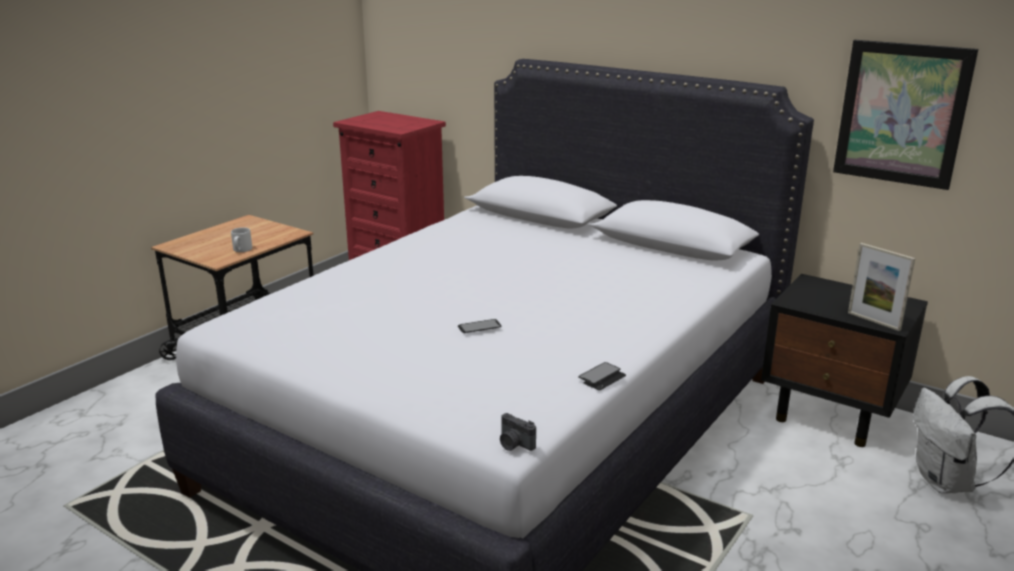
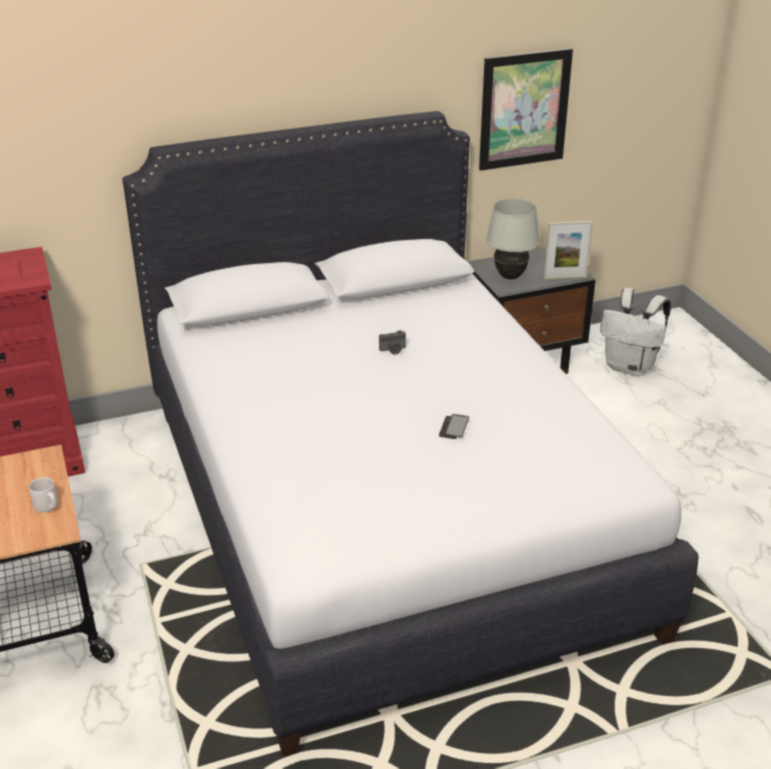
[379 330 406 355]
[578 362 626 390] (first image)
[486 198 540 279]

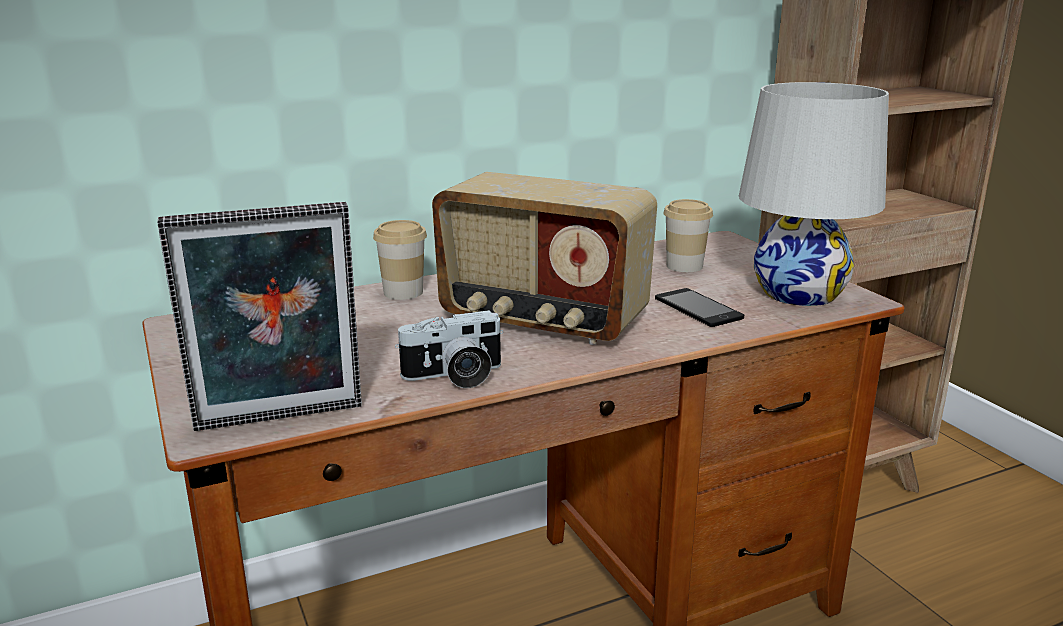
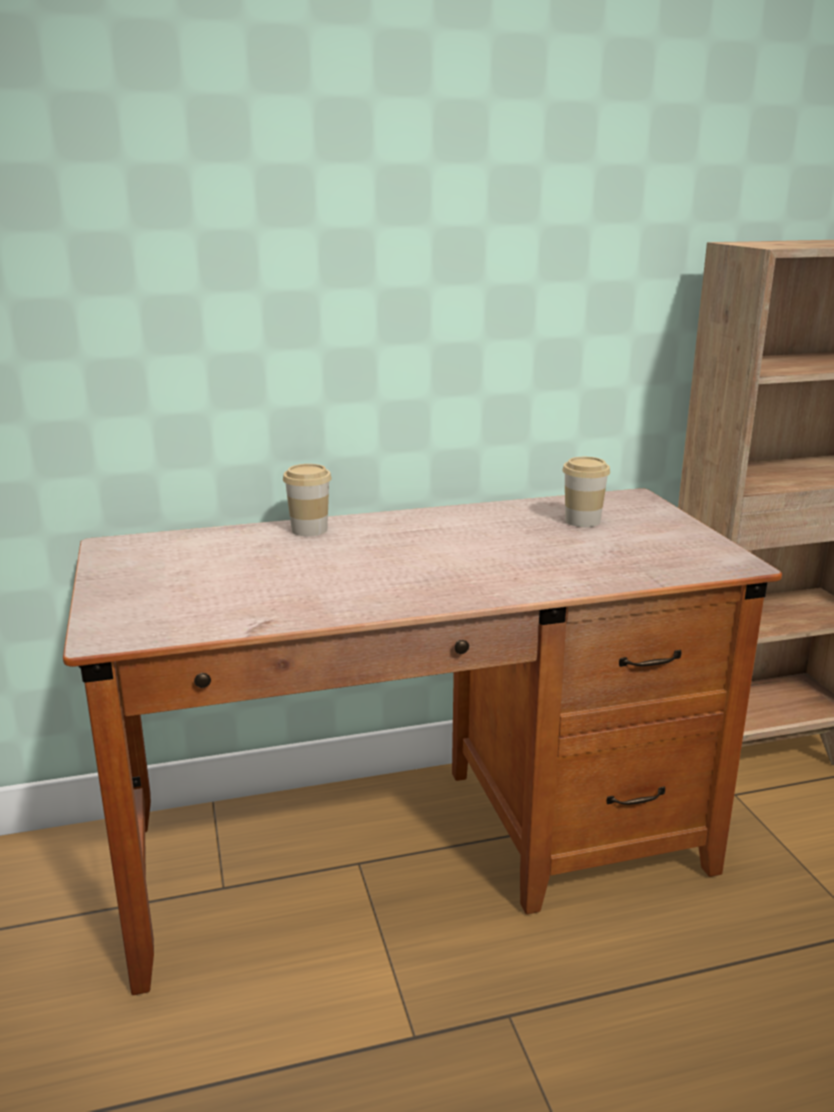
[157 202 362 431] (first image)
[395 310 503 388] (first image)
[432 172 657 345] (first image)
[655 288 744 327] (first image)
[739 82 889 306] (first image)

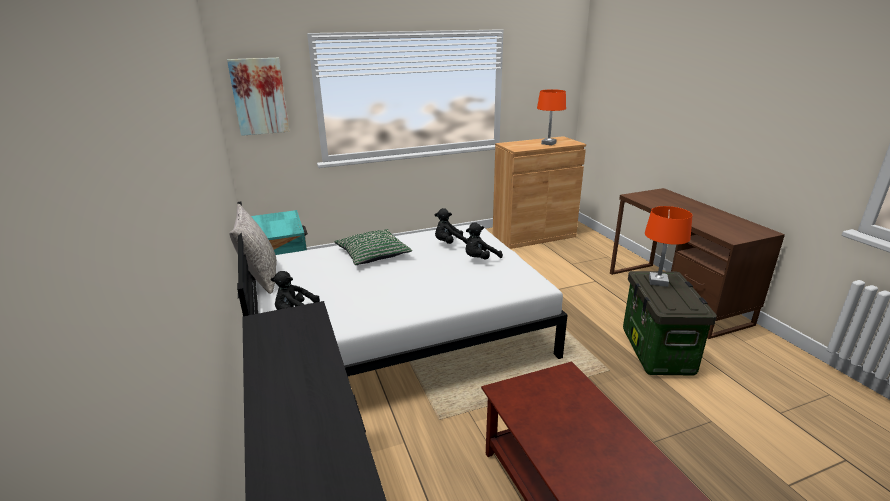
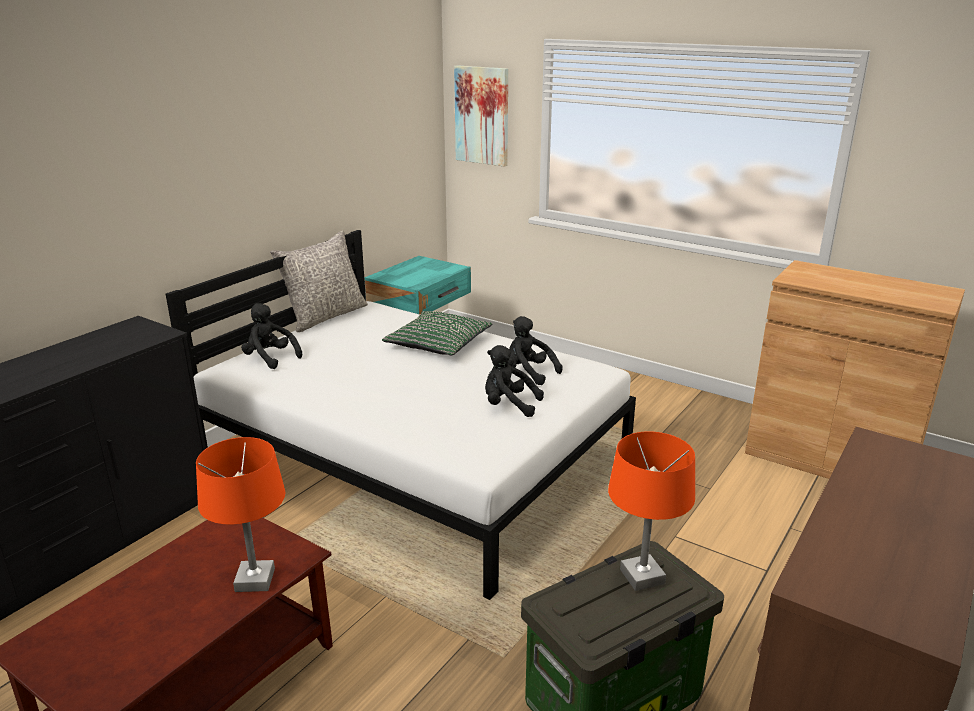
[196 437 286 592]

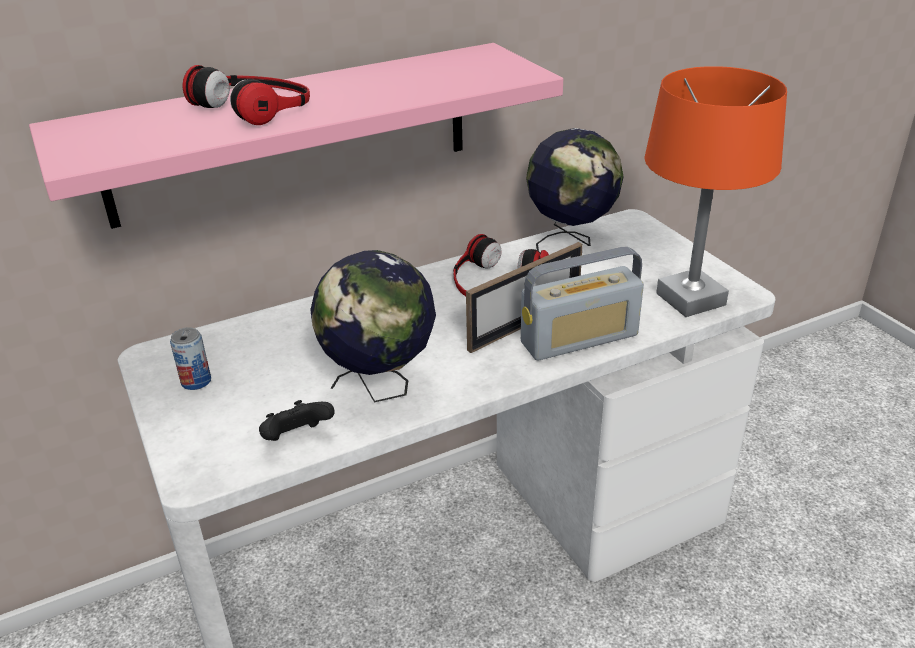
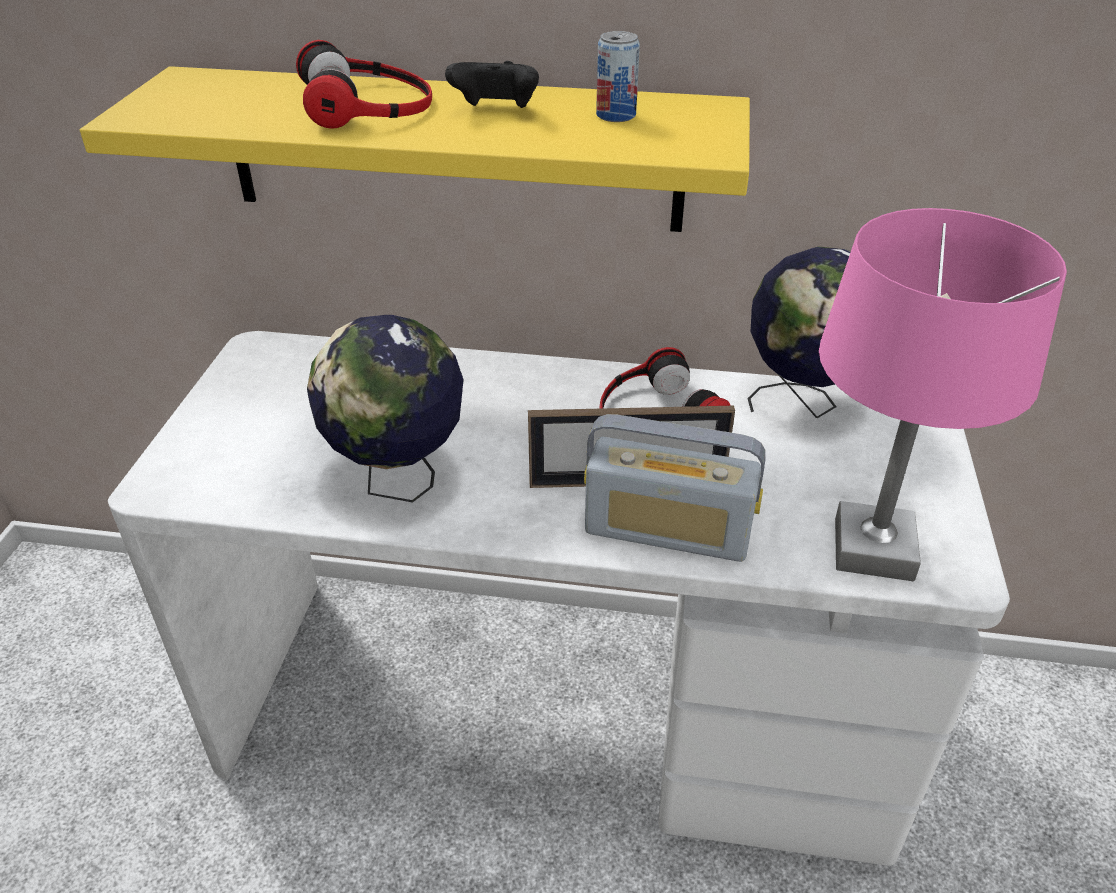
[80 66 750 232]
[596 31 640 122]
[445 61 539 108]
[819 208 1067 581]

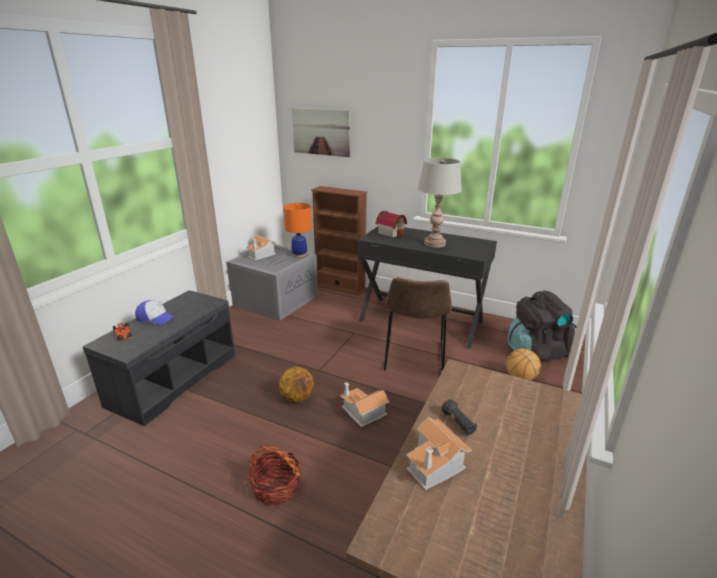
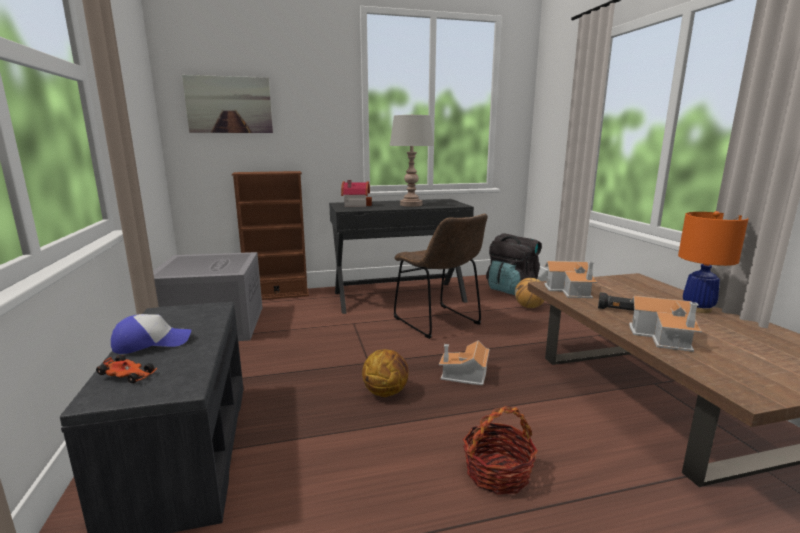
[544 261 597 298]
[678 211 748 313]

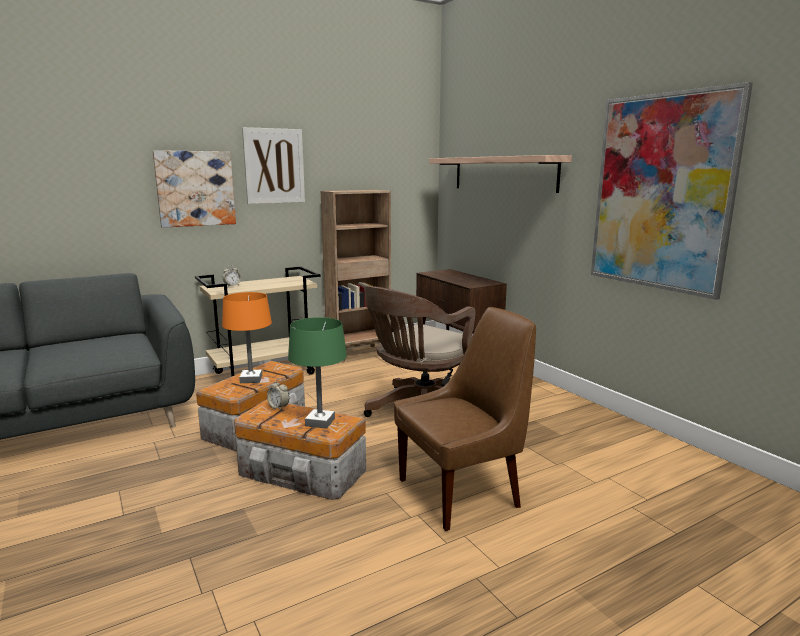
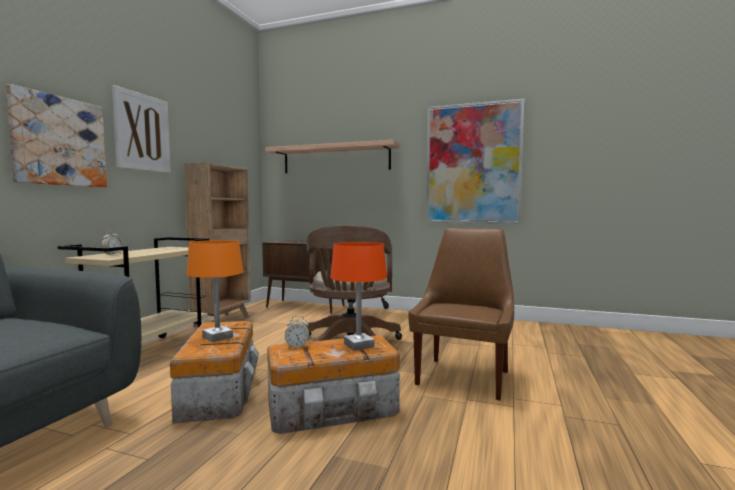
[330 242 387 351]

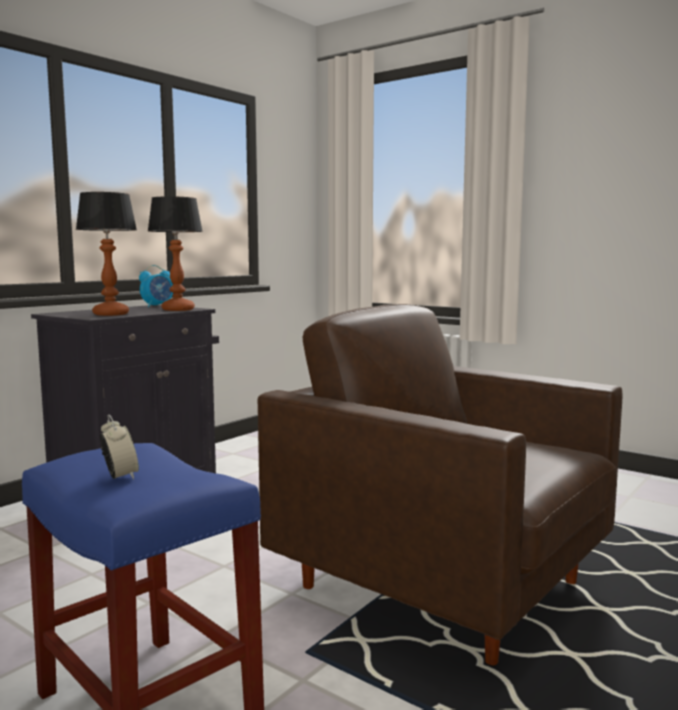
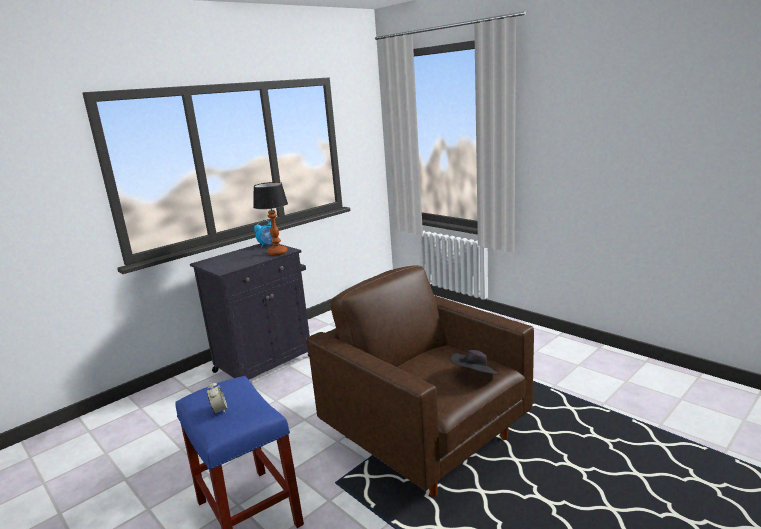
[76 192 137 316] (first image)
[450 350 500 375]

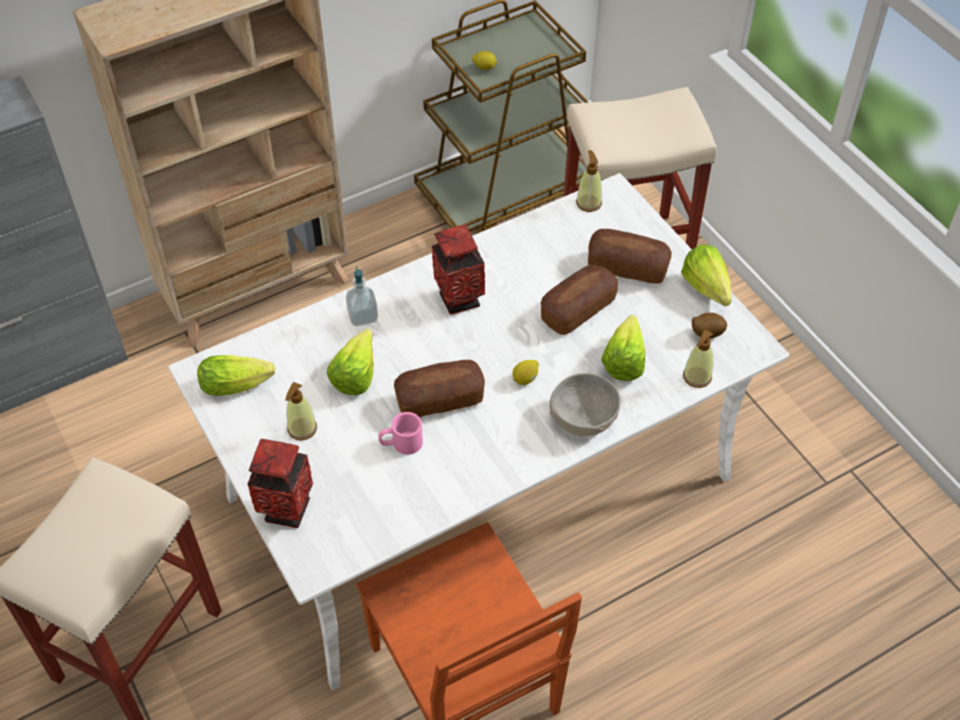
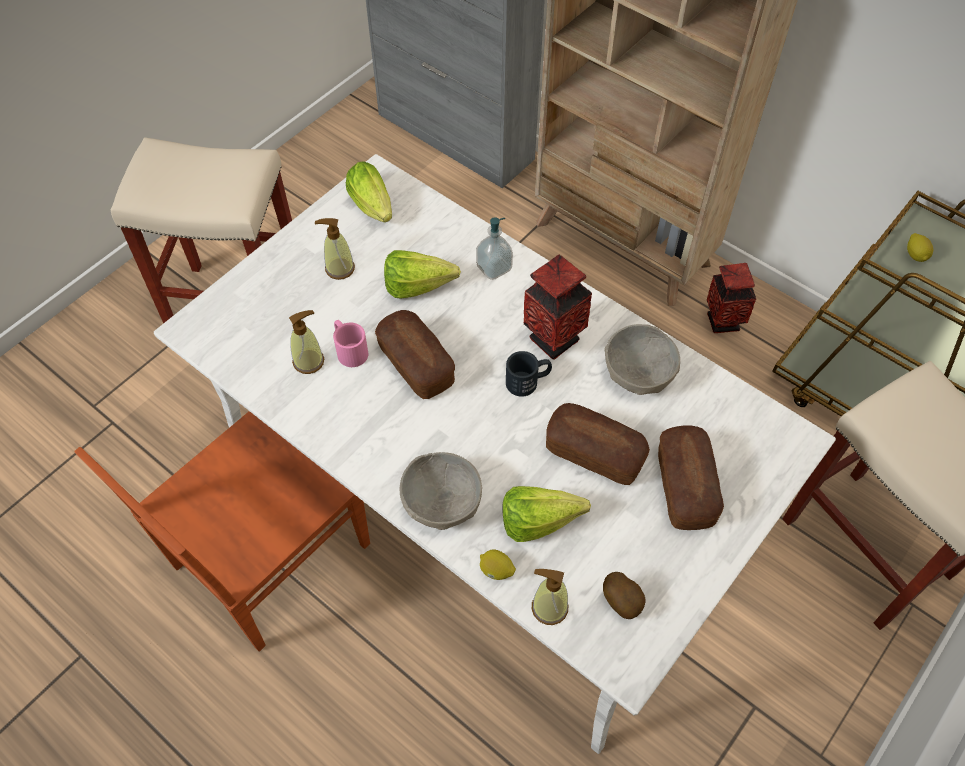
[707 263 756 333]
[480 550 516 580]
[289 310 324 374]
[681 245 732 306] (first image)
[506 351 552 397]
[604 324 680 395]

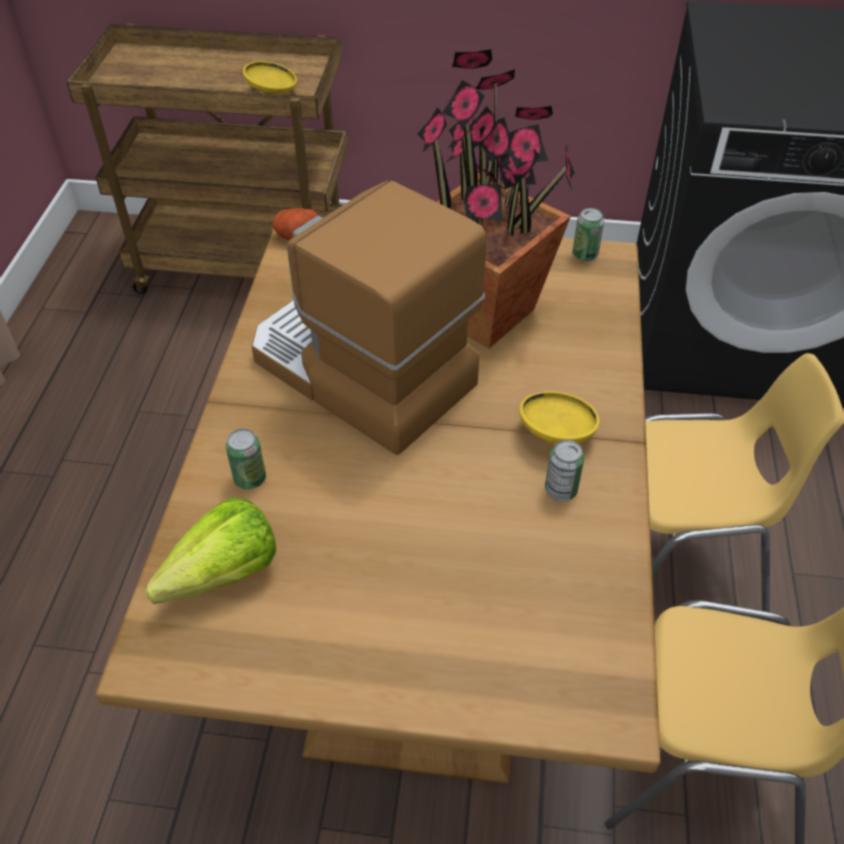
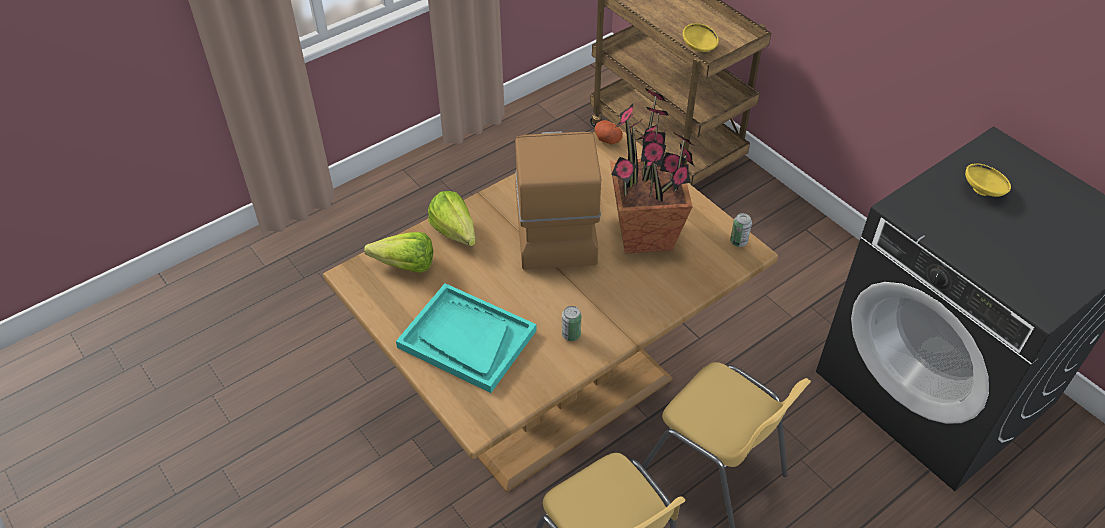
[428 191 476 246]
[965 163 1011 197]
[396 283 537 393]

